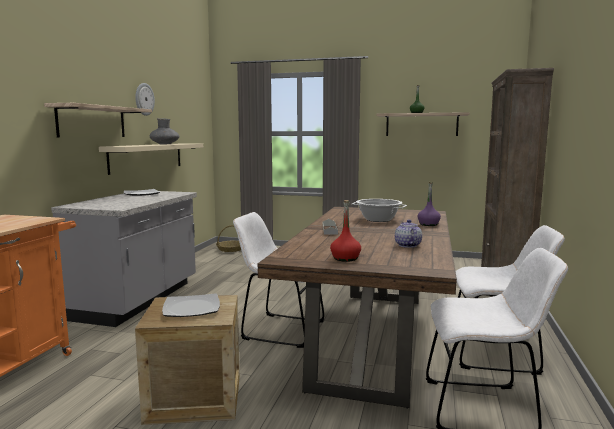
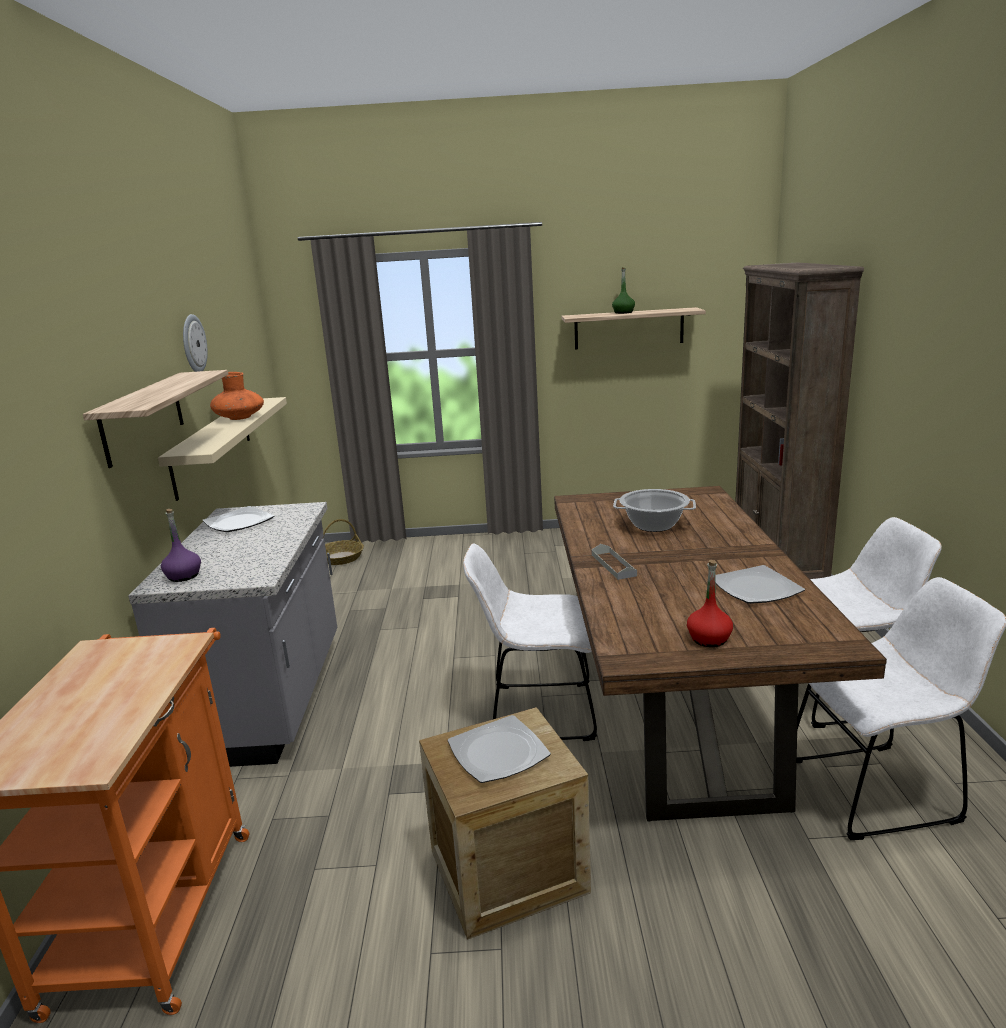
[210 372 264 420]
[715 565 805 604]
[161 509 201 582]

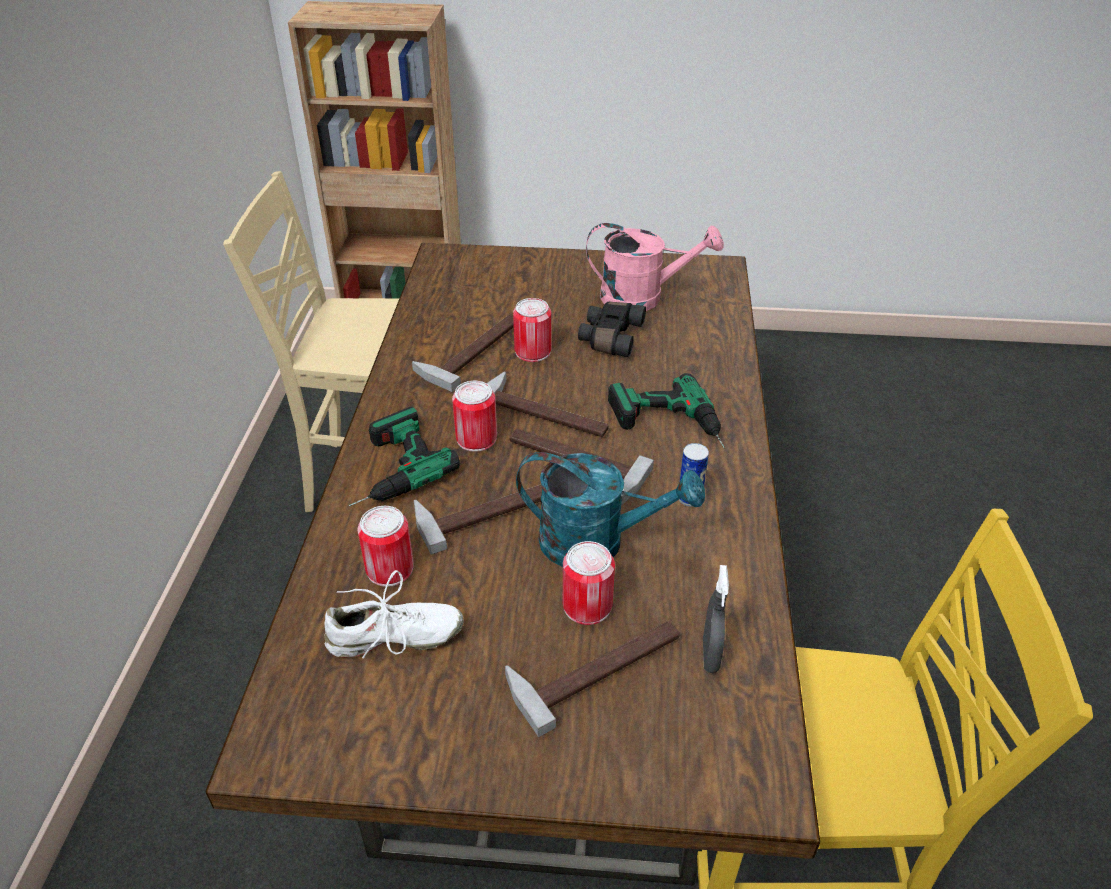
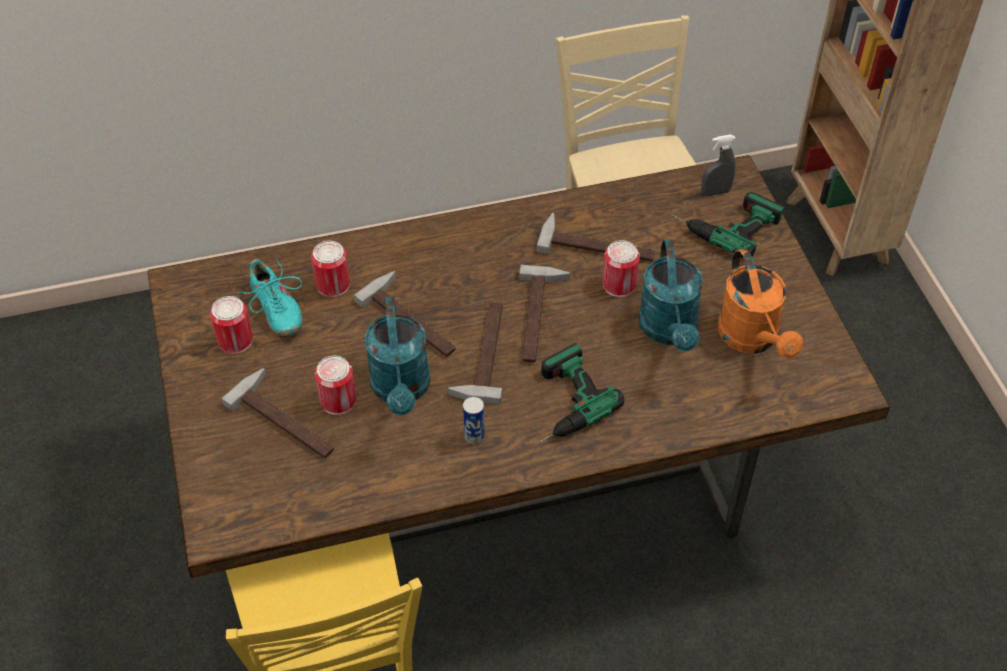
[236 259 302 336]
[672 192 784 257]
[210 296 253 354]
[638 240 703 351]
[718 249 803 358]
[701 135 736 196]

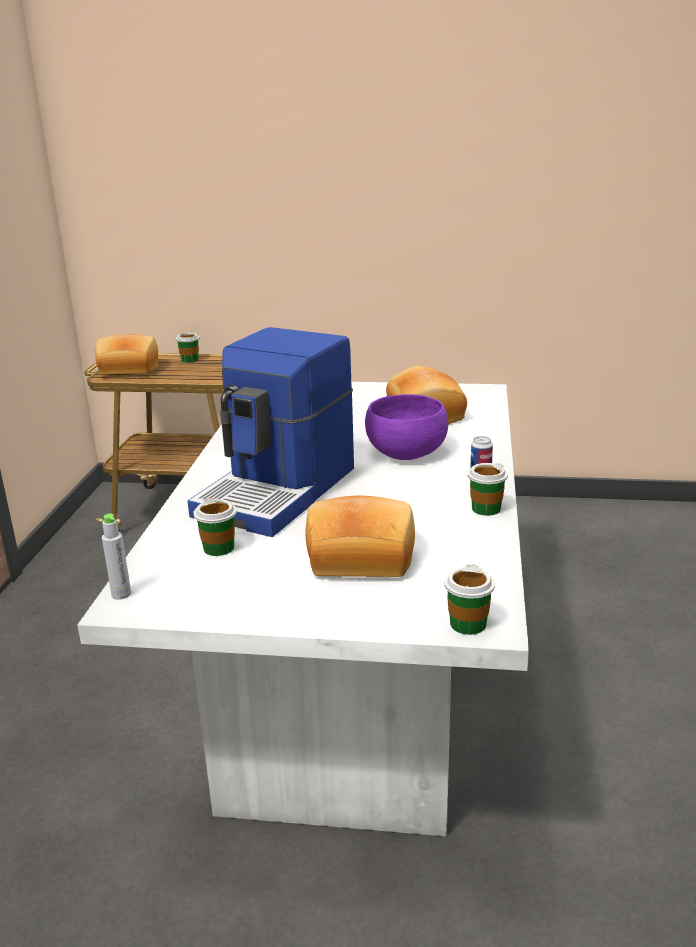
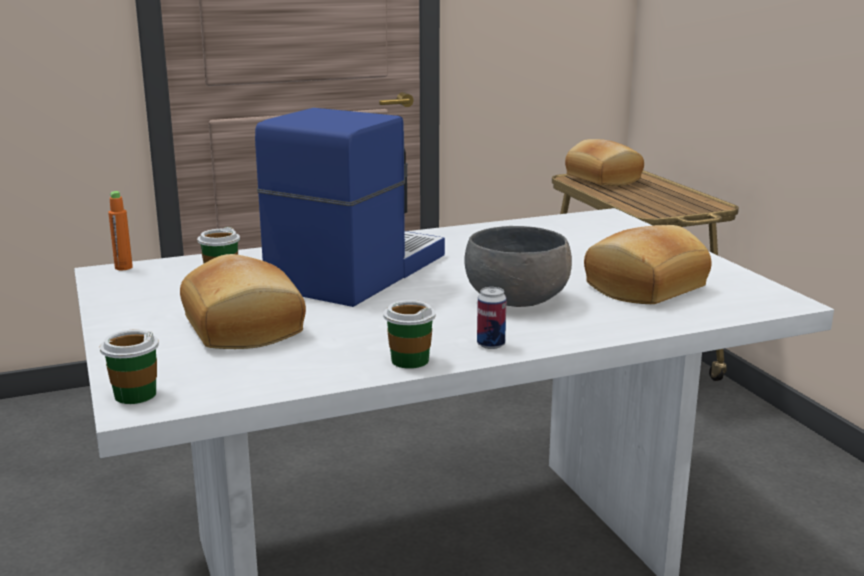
[108 191 133 270]
[175 331 199 363] (first image)
[255 108 445 307]
[464 226 572 307]

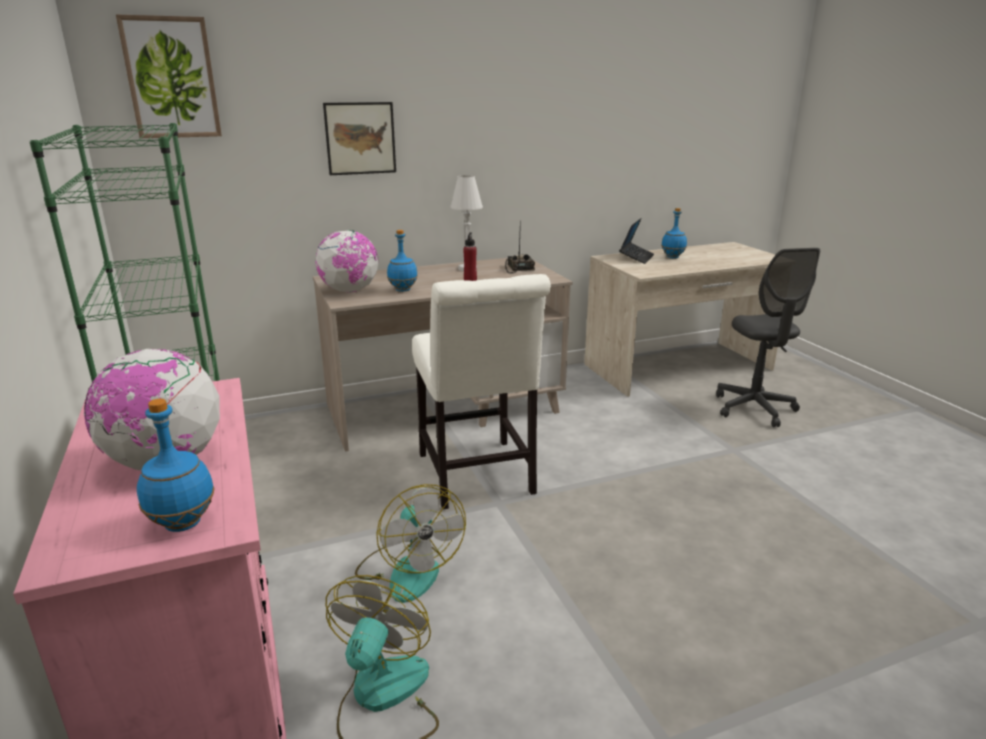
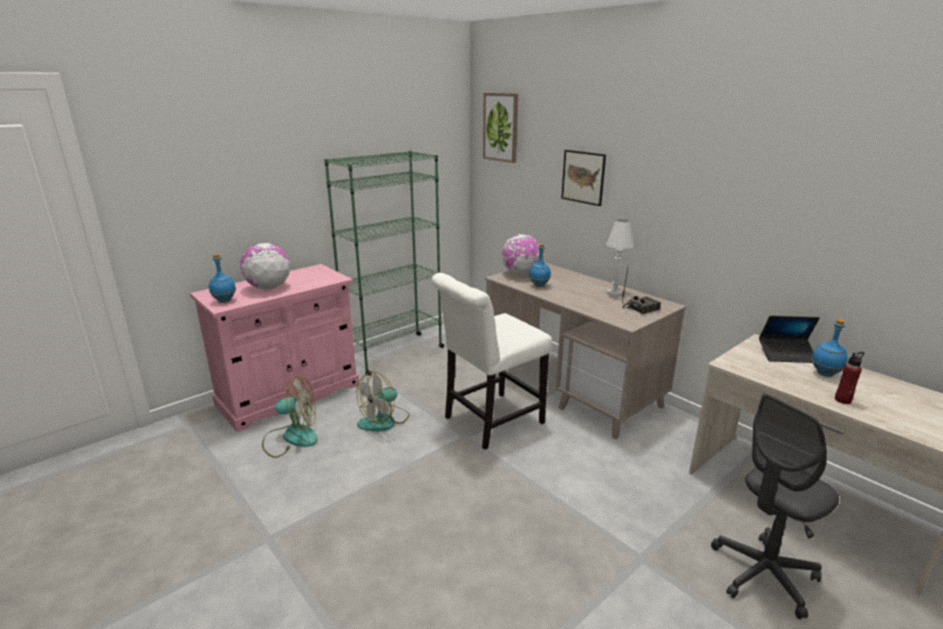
[835 352 865 404]

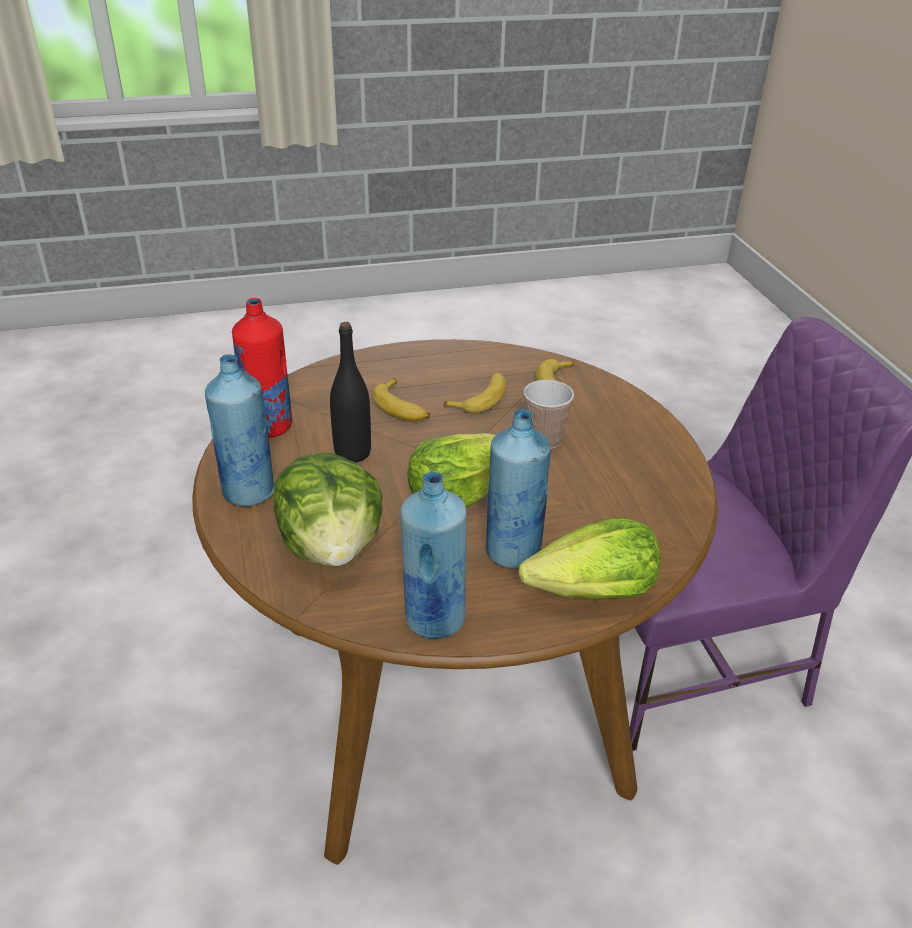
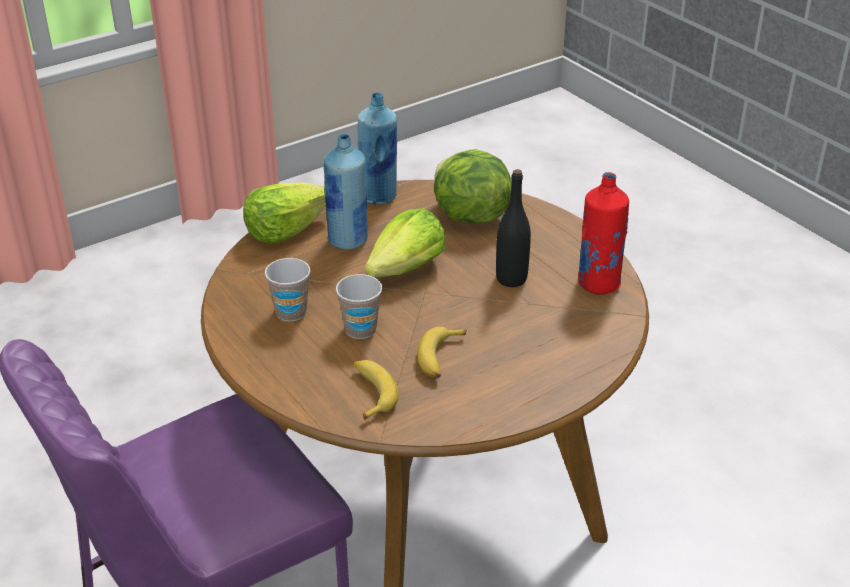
[205 355 275 507] (first image)
[372 378 430 422] (first image)
[265 258 310 322]

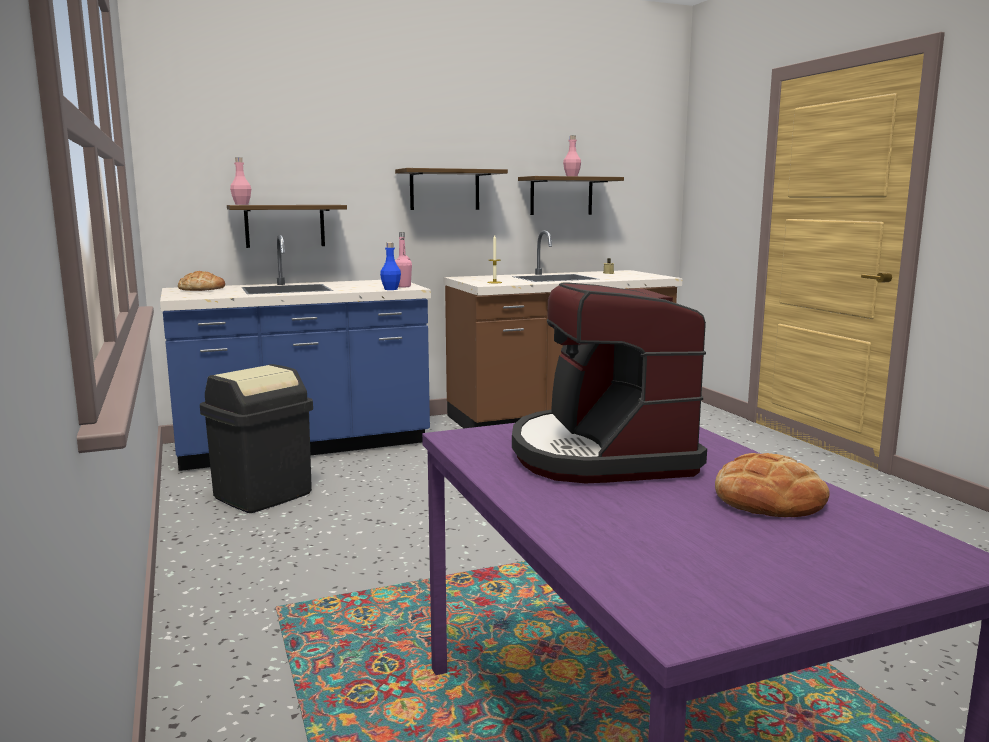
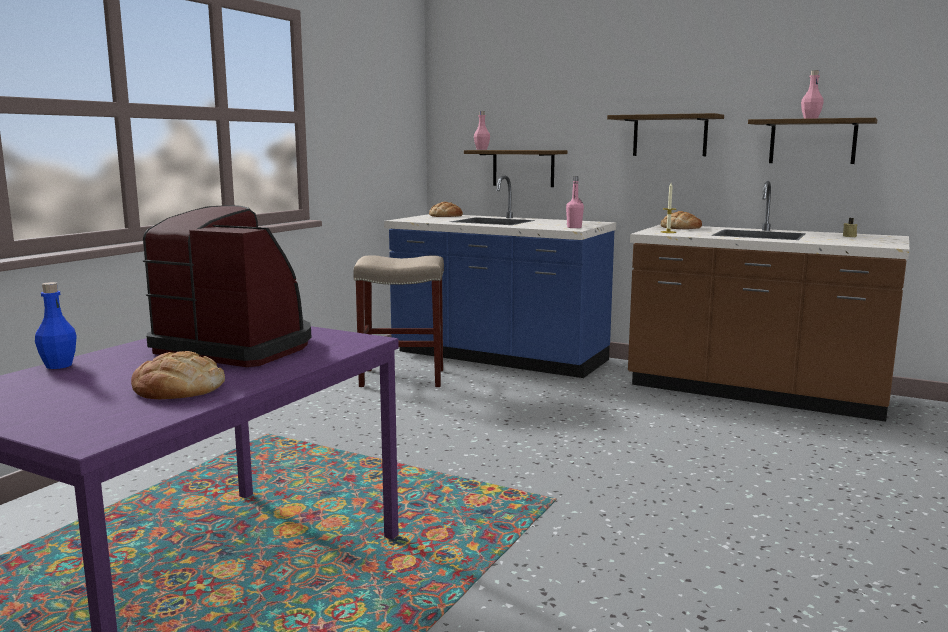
[353 256 444 387]
[35 282 77 369]
[143 205 311 367]
[661 211 702 229]

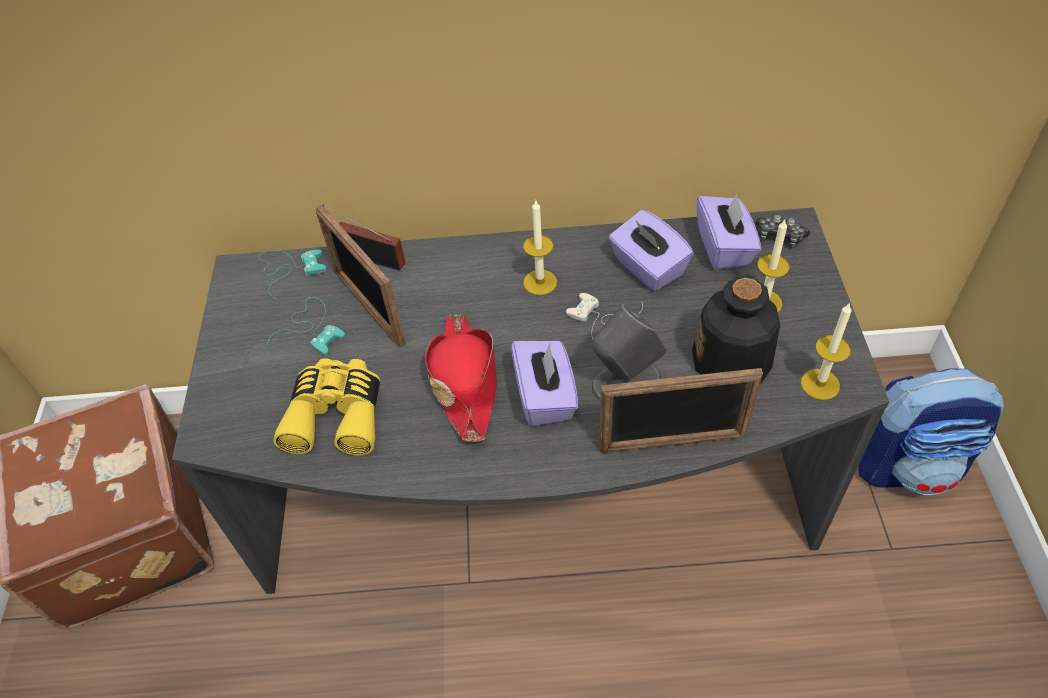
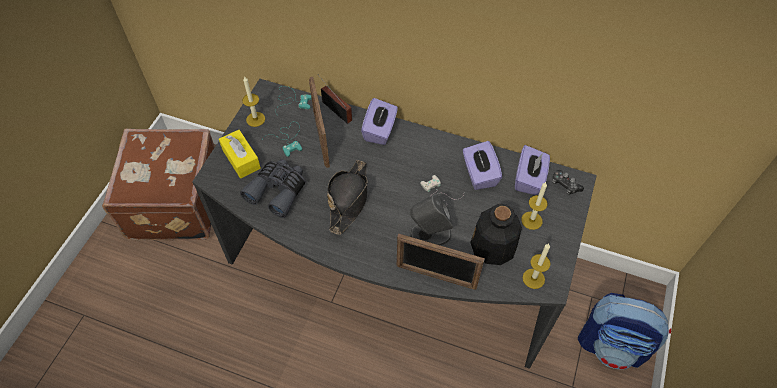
[240 159 306 218]
[327 160 368 235]
[361 98 398 145]
[242 77 265 127]
[219 130 261 178]

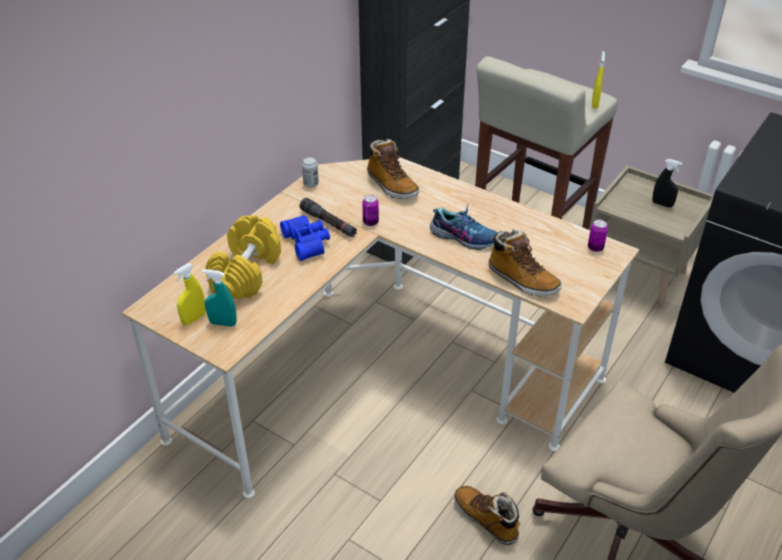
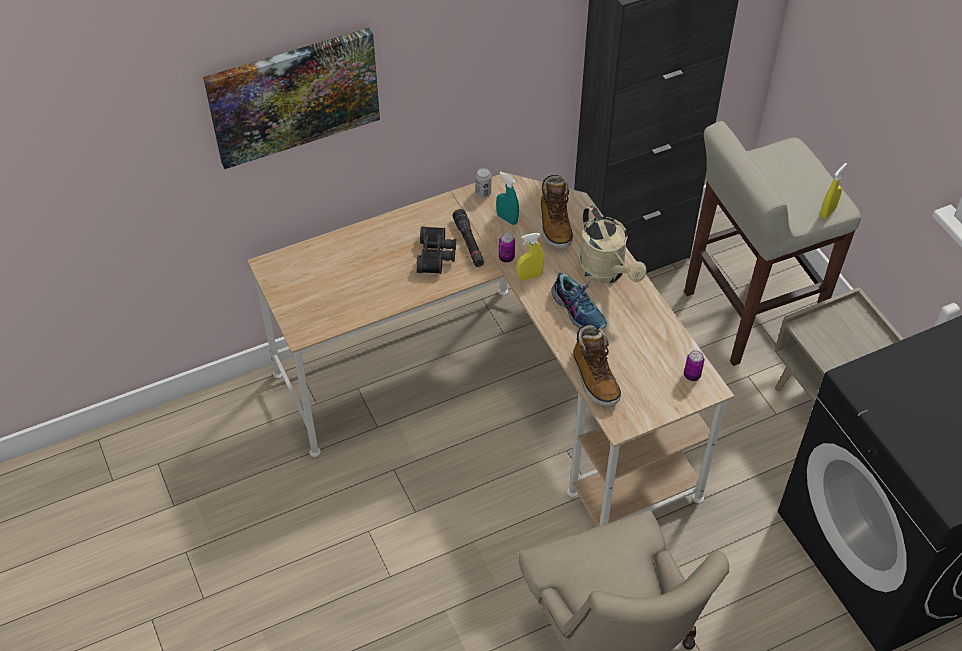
[517 233 544 280]
[496 171 519 225]
[205 215 281 299] (first image)
[416 227 456 274]
[454 486 520 545] (first image)
[652 159 682 207] (first image)
[203 28 380 169]
[579 206 647 284]

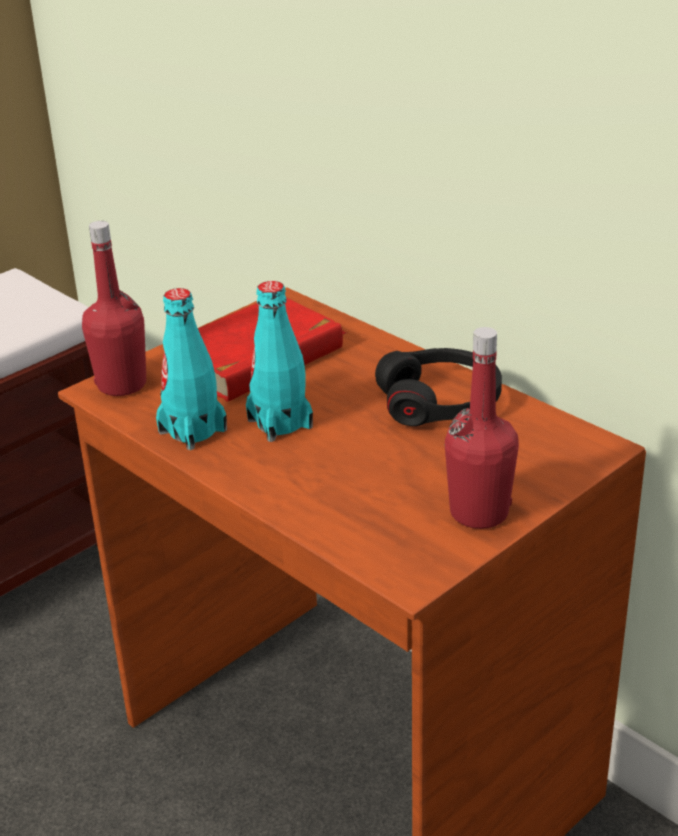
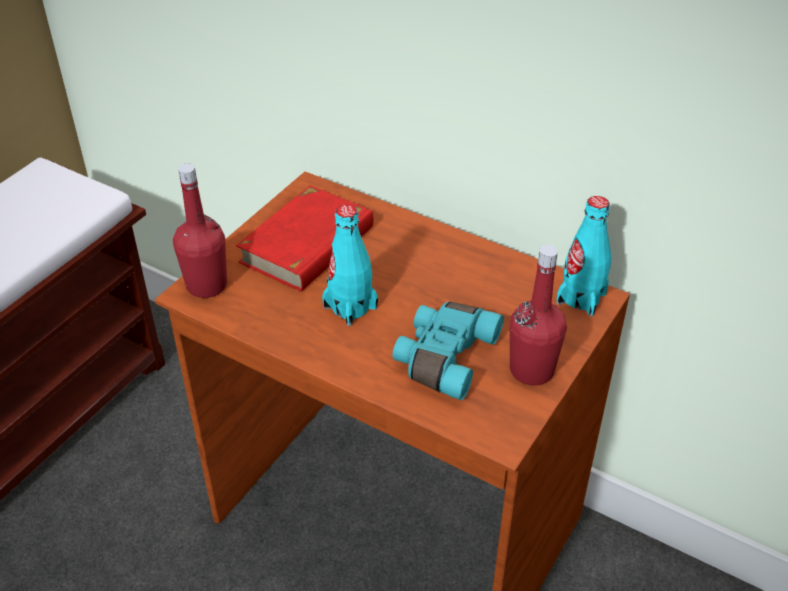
[556 196 611 316]
[375 348 502 426] (first image)
[392 302 504 400]

